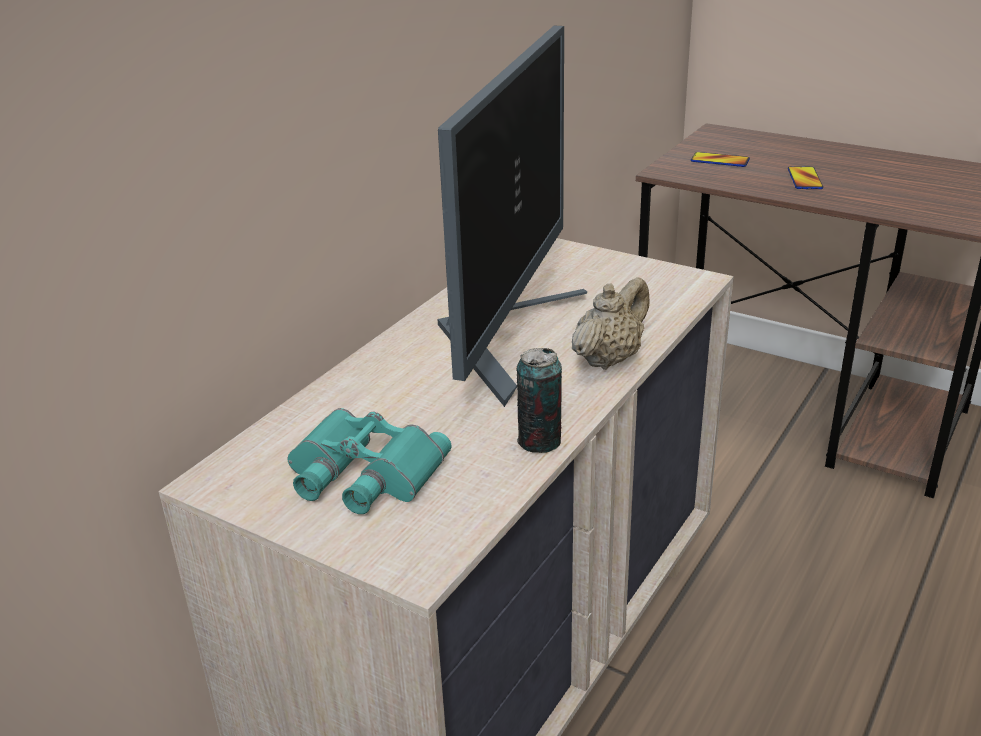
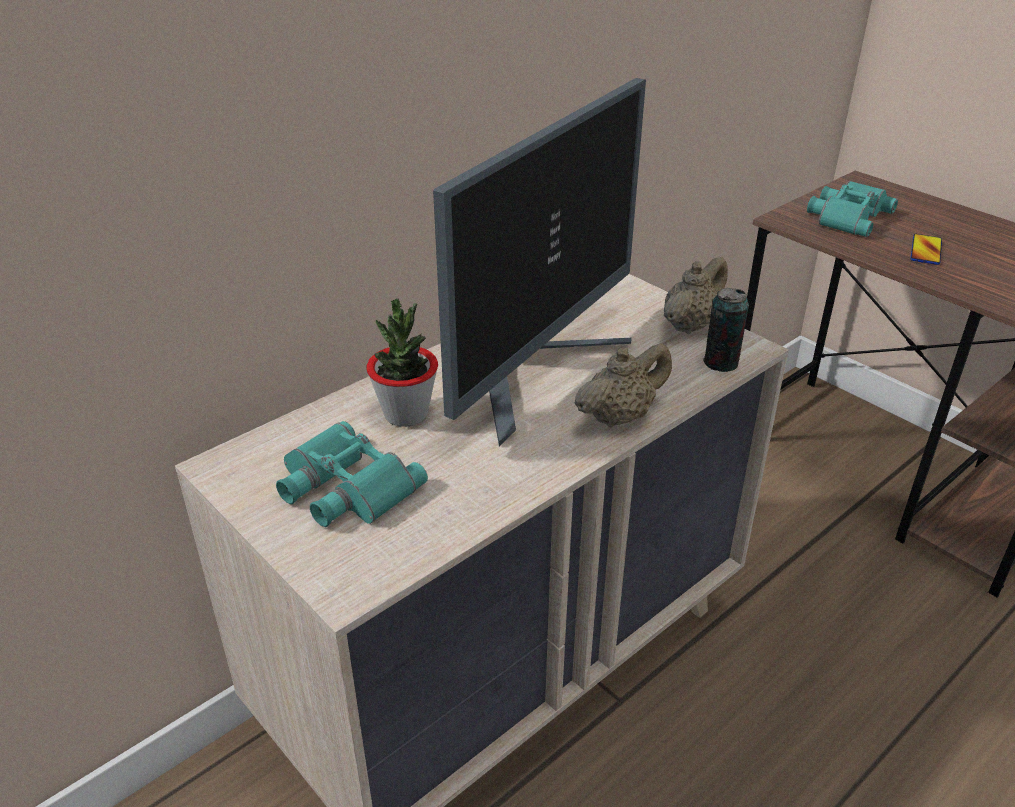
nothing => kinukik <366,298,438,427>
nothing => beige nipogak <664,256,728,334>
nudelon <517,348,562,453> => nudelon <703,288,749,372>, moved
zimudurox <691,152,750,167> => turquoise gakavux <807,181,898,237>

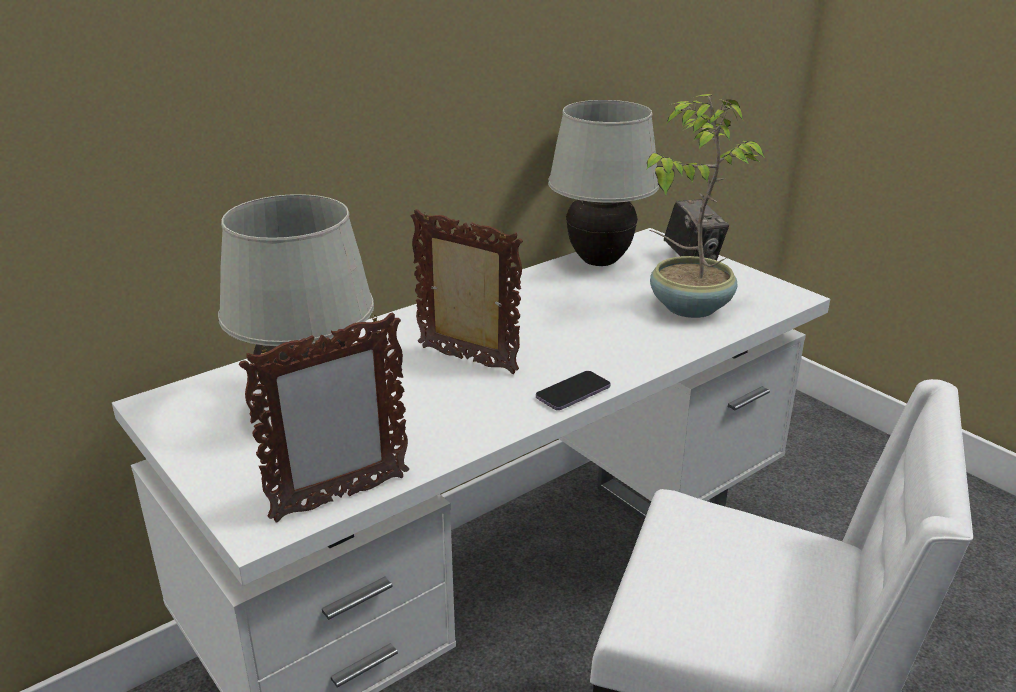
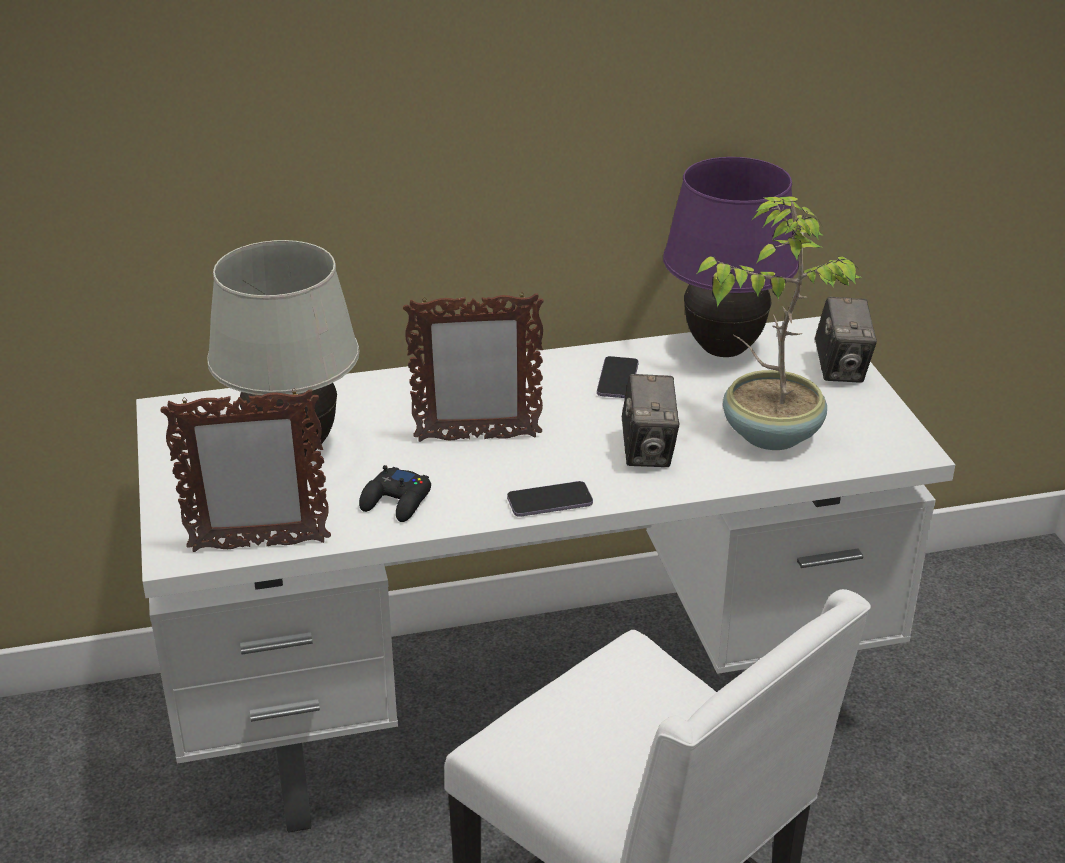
nothing => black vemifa <359,465,431,522>
nothing => zimudurox <597,356,639,398>
nothing => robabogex <622,374,680,467>
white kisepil <548,100,659,266> => purple kisepil <663,157,799,357>
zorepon <411,209,523,374> => zorepon <403,292,544,442>, 120 degrees clockwise

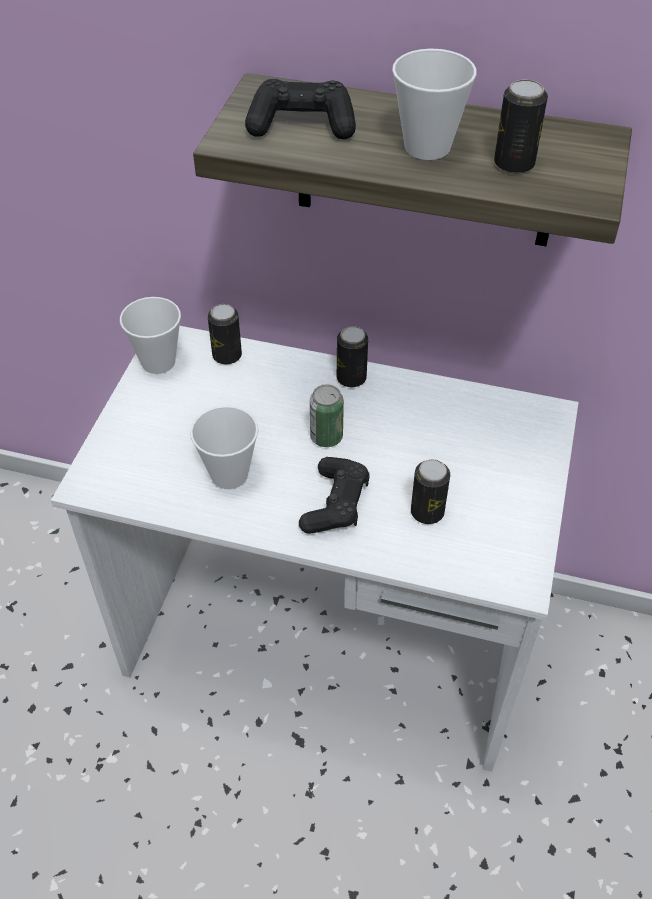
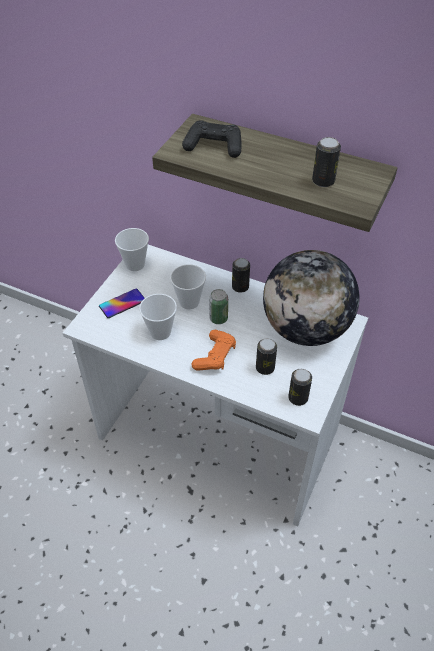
nothing => zimudurox <99,288,145,318>
nothing => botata <263,250,360,346>
nudelon <208,304,242,364> => nudelon <288,369,312,406>, moved
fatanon <392,48,477,160> => fatanon <170,264,206,310>, moved
black vemifa <299,457,370,534> => orange vemifa <192,330,236,370>

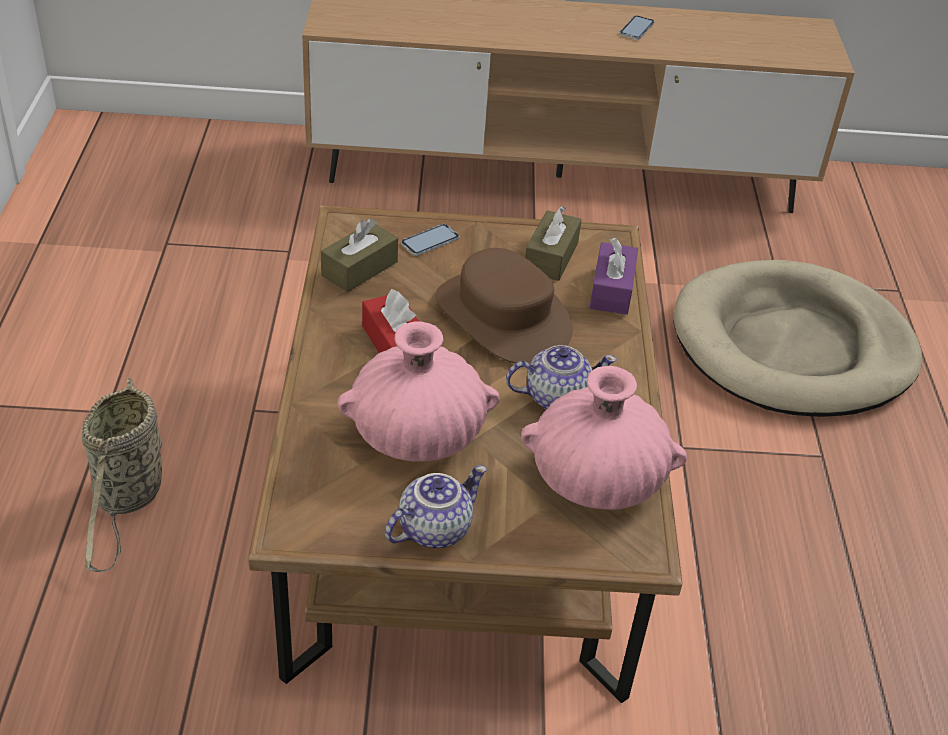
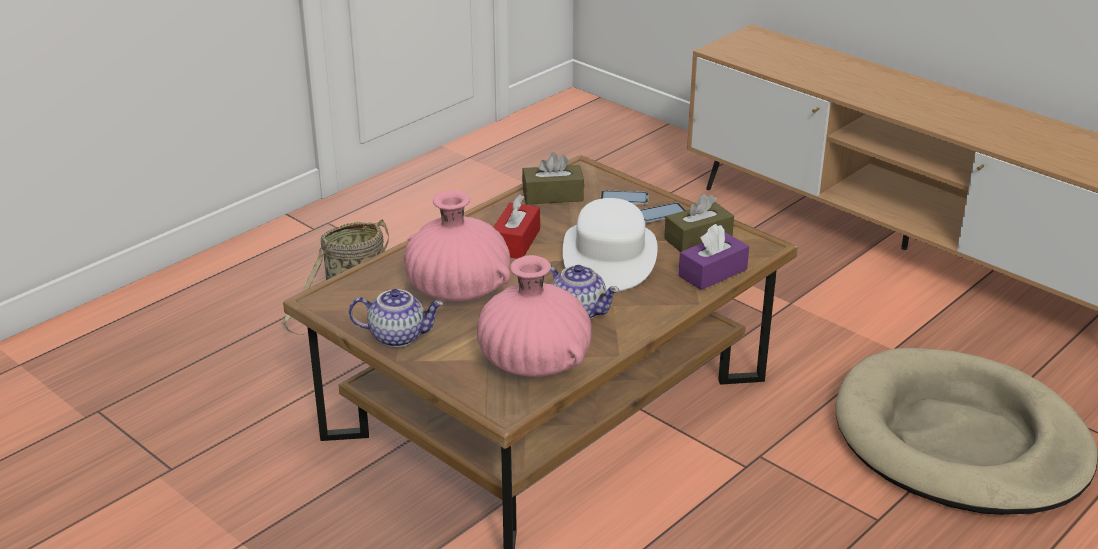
zimudurox <619,15,654,40> => zimudurox <640,202,686,223>, moved
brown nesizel <435,248,573,364> => white nesizel <563,198,658,291>

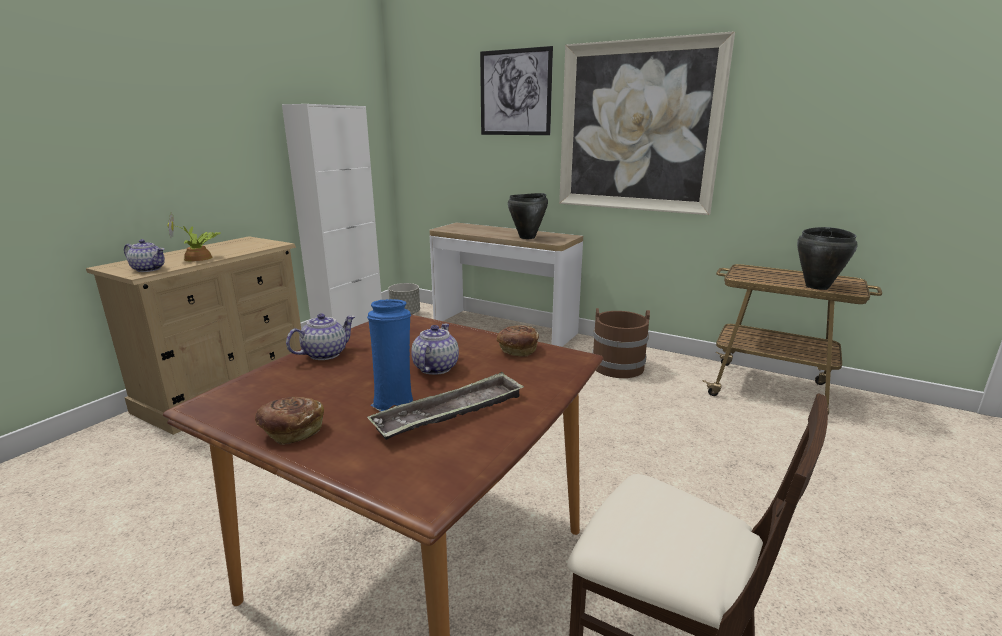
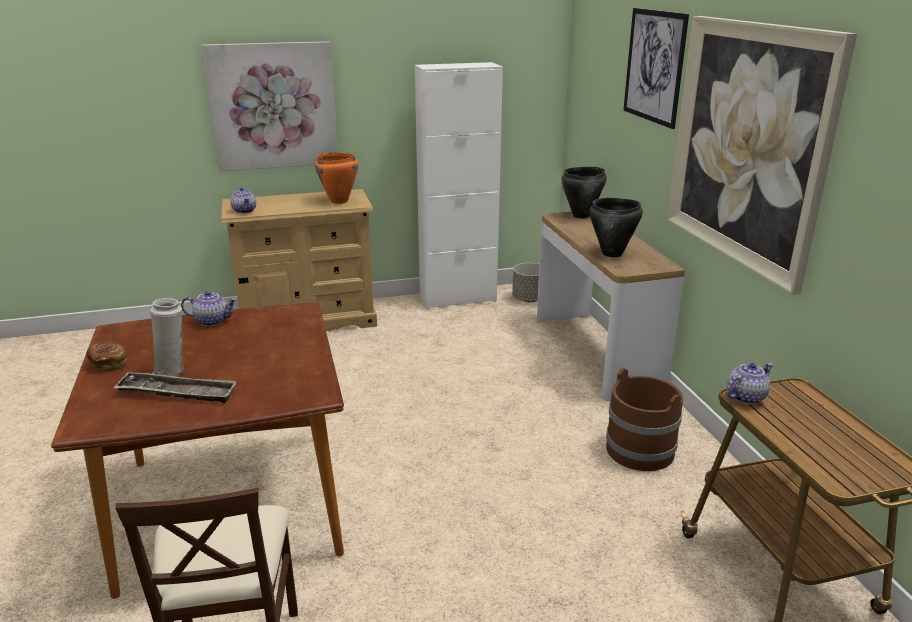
kinukik <167,214,220,261> => nothing
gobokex <497,325,539,357> => nothing
nothing => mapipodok <201,41,338,171>
nothing => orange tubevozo <315,152,359,204>
nipogak <411,324,459,375> => nipogak <726,363,773,404>, moved
black tubevozo <797,227,858,290> => black tubevozo <561,167,607,218>, moved
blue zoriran <367,299,413,411> => white zoriran <150,298,184,377>

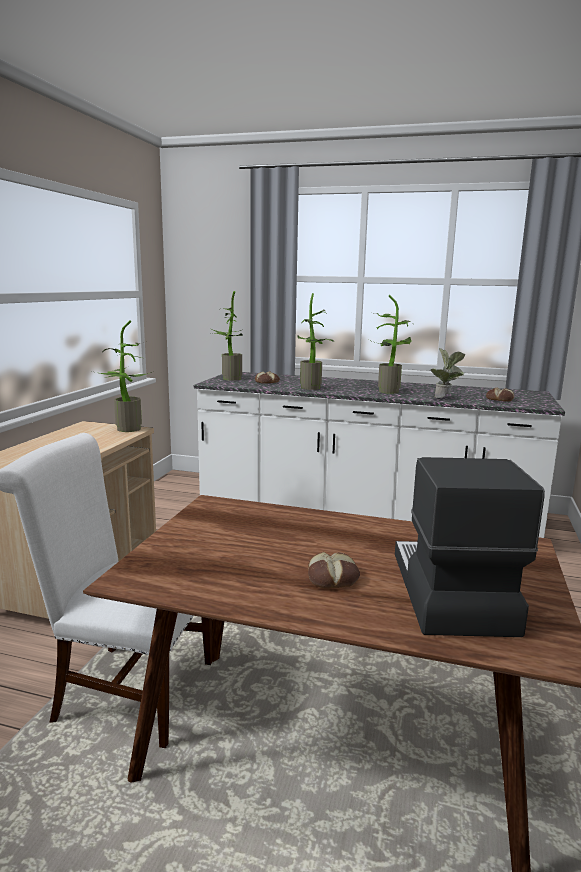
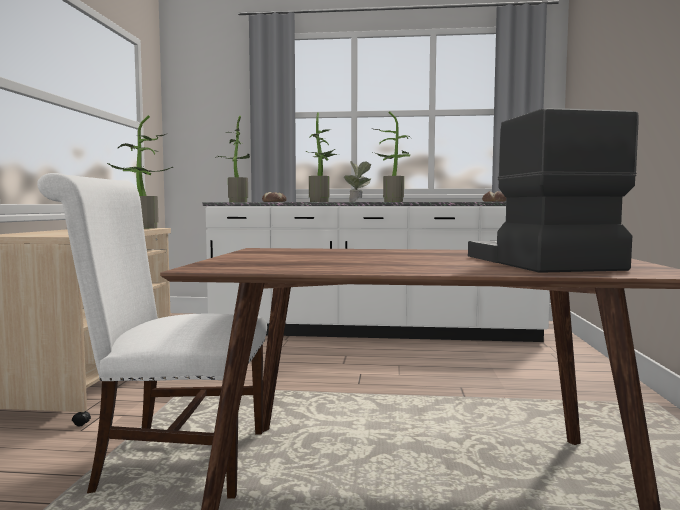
gobokex <308,552,360,589> => nothing
kinukik <431,348,466,398> => kinukik <344,161,371,202>, moved

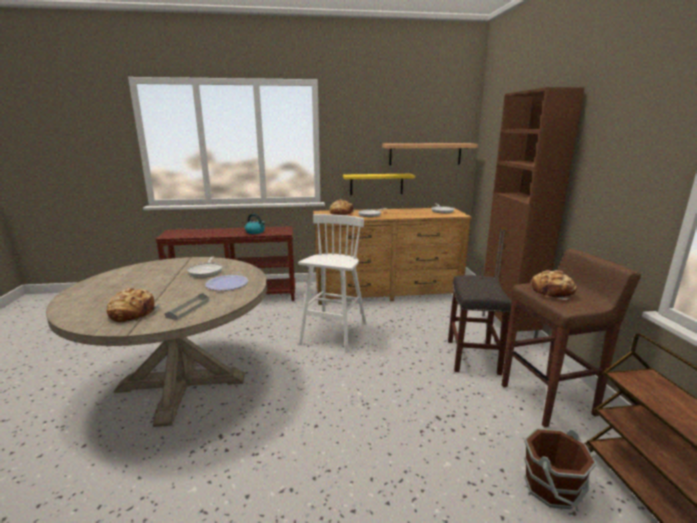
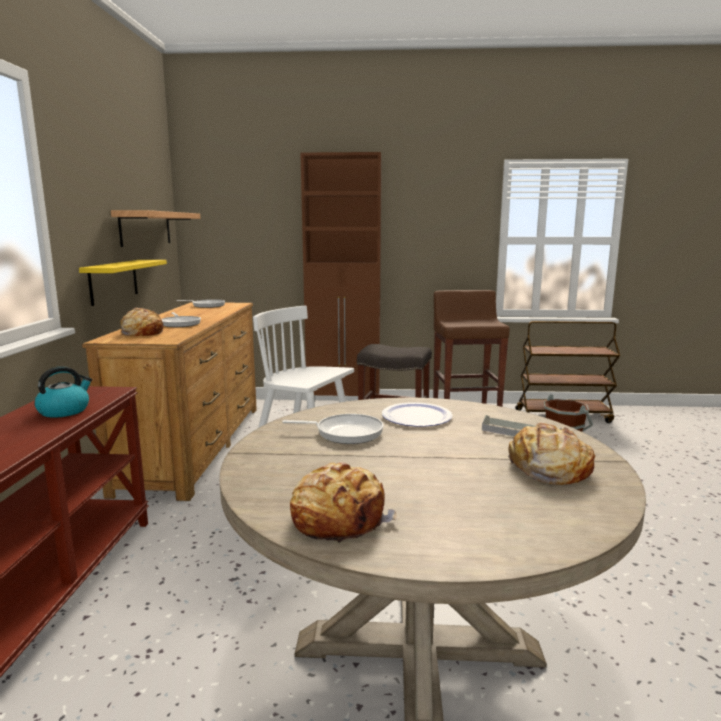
gobokex <530,270,577,300> => gobokex <290,462,400,543>, moved

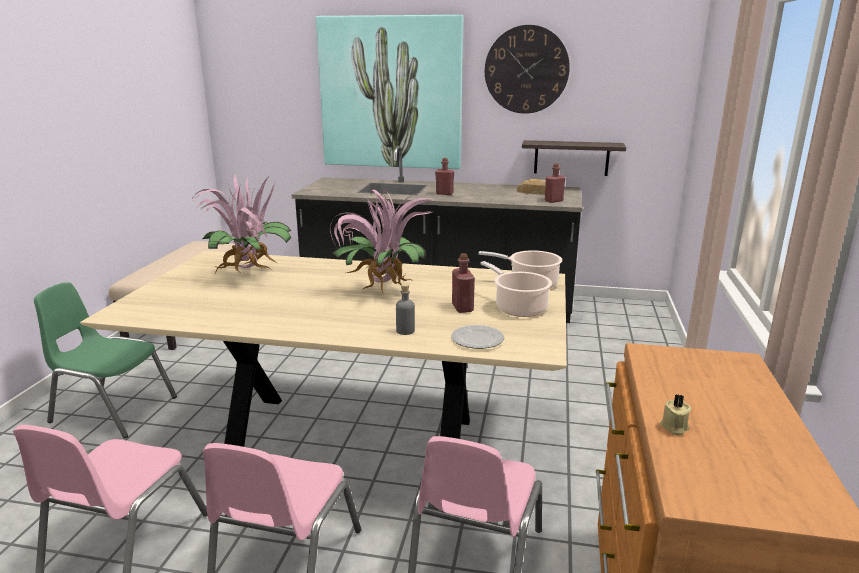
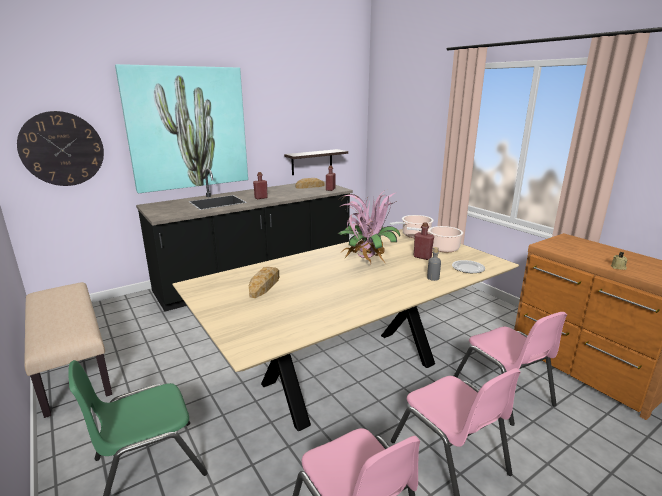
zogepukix <485,25,570,114> => zogepukix <17,111,104,186>, moved
kinukik <194,174,291,273> => gobokex <249,267,279,298>

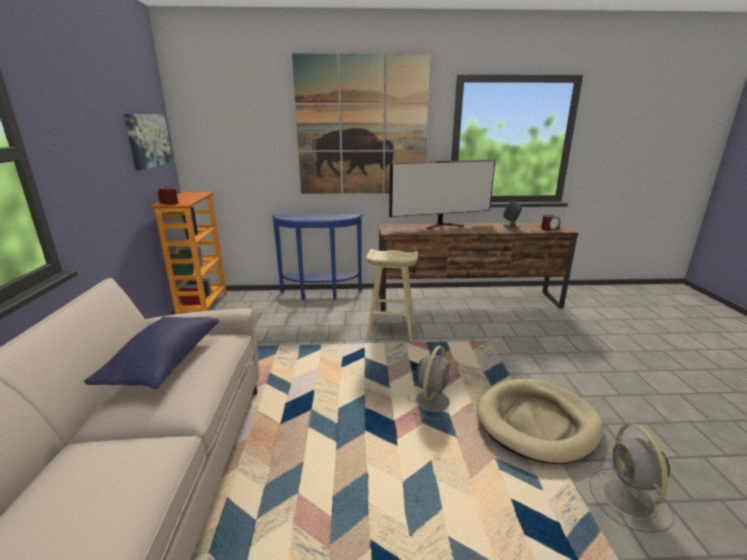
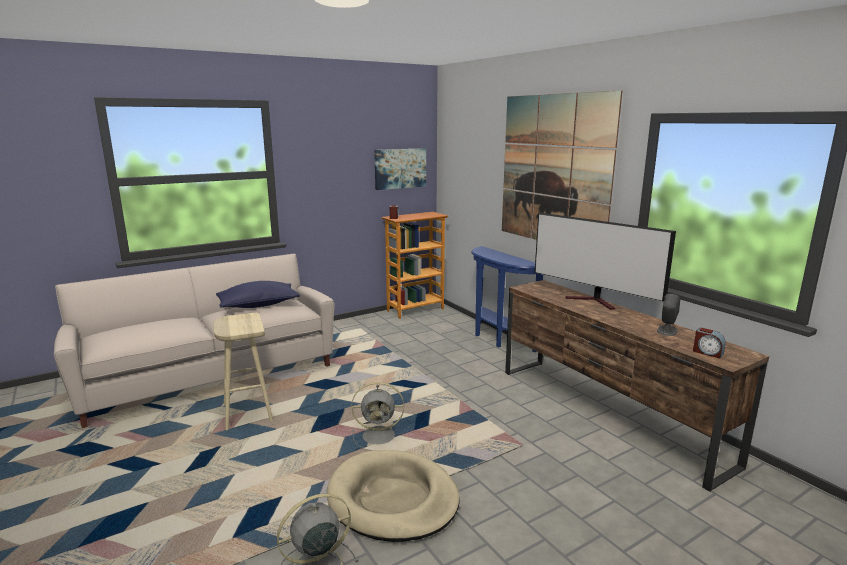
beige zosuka <366,249,418,342> => beige zosuka <213,313,273,430>, moved

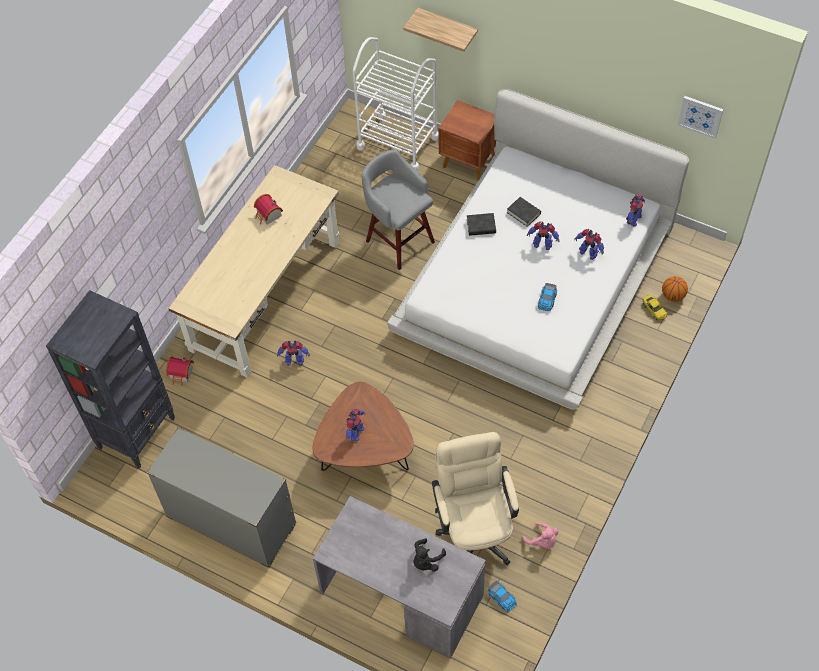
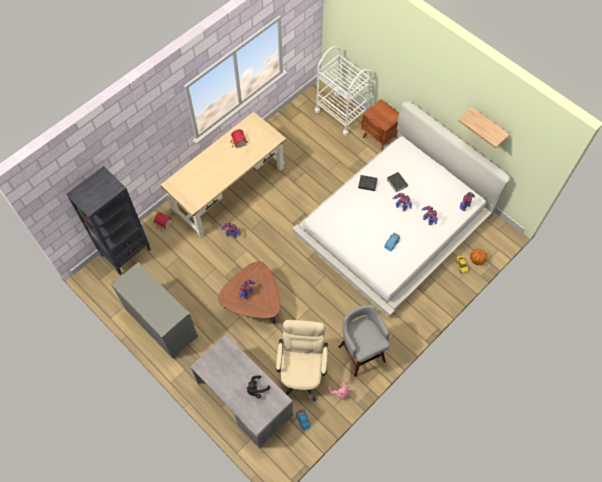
mapipodok <678,96,724,139> => nothing
grey zosuka <362,149,435,270> => grey zosuka <339,305,390,377>, moved
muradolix <403,8,478,52> => muradolix <458,107,510,148>, moved

